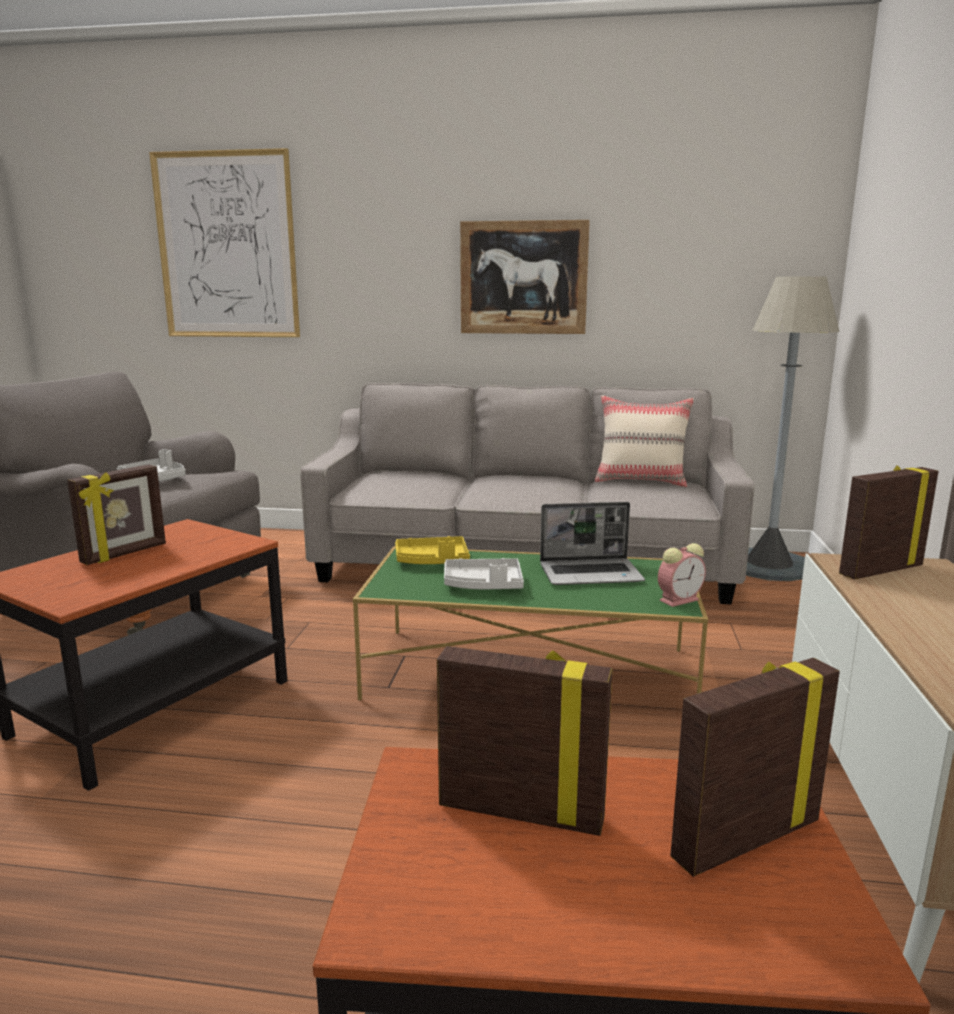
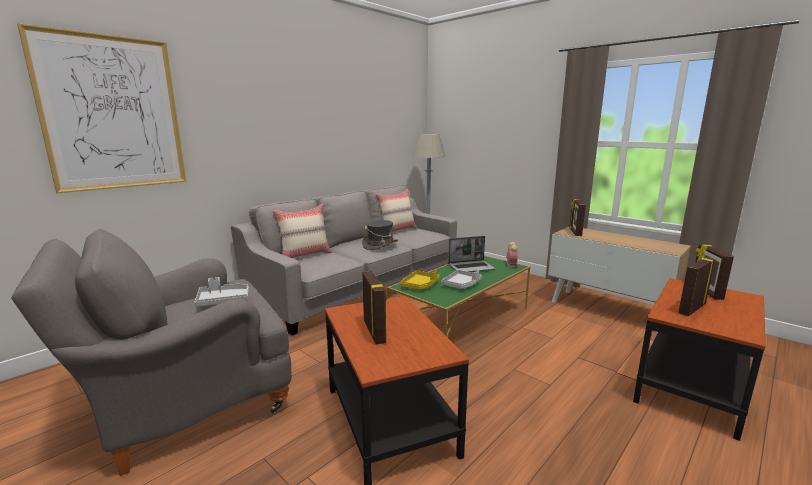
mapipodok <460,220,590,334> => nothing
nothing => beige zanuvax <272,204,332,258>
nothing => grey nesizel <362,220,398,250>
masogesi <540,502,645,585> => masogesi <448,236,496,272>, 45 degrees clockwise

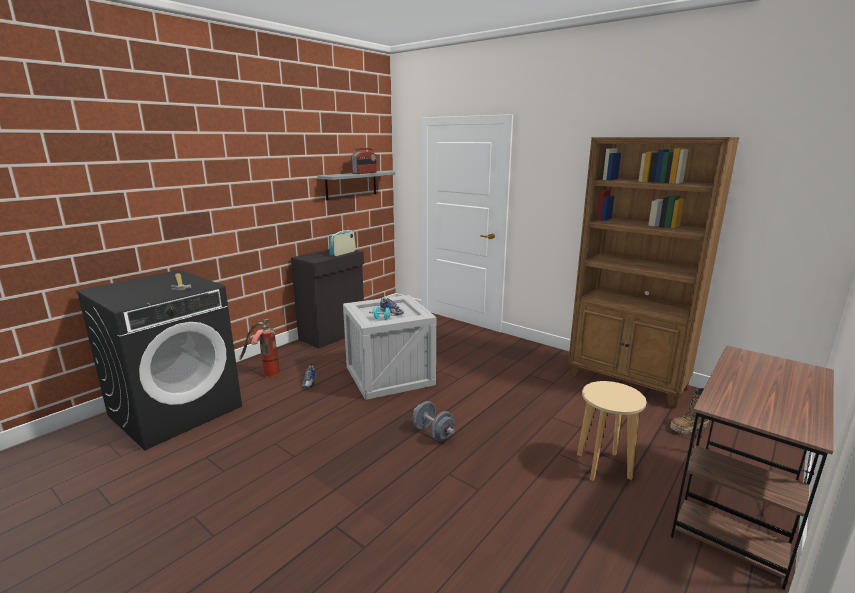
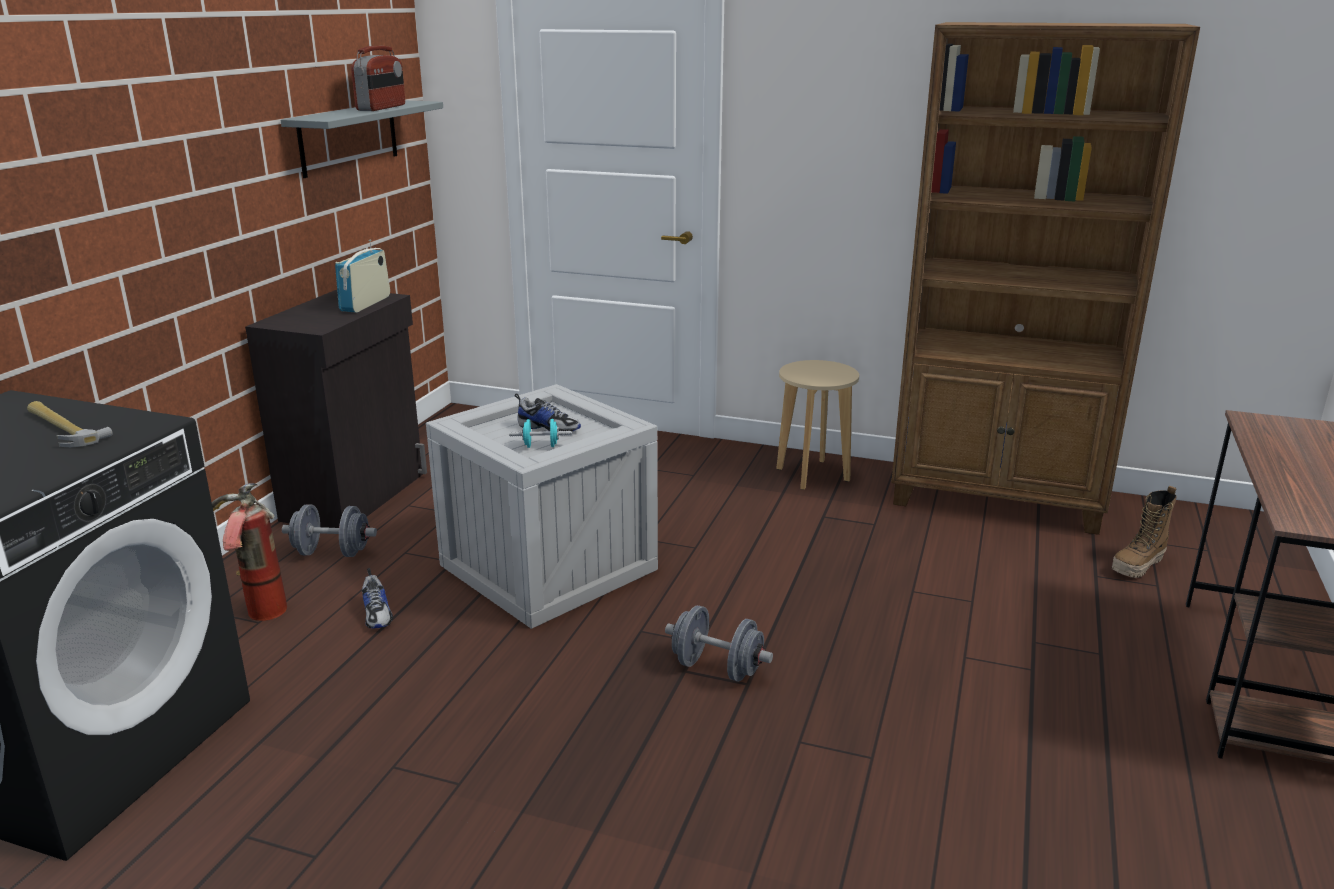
nothing => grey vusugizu <282,504,377,557>
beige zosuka <577,381,646,481> => beige zosuka <776,360,859,490>, moved

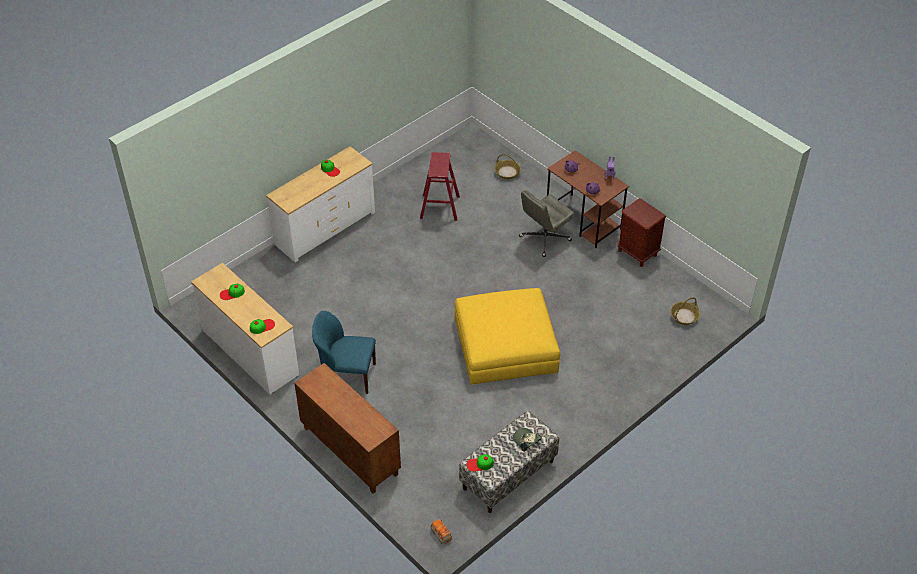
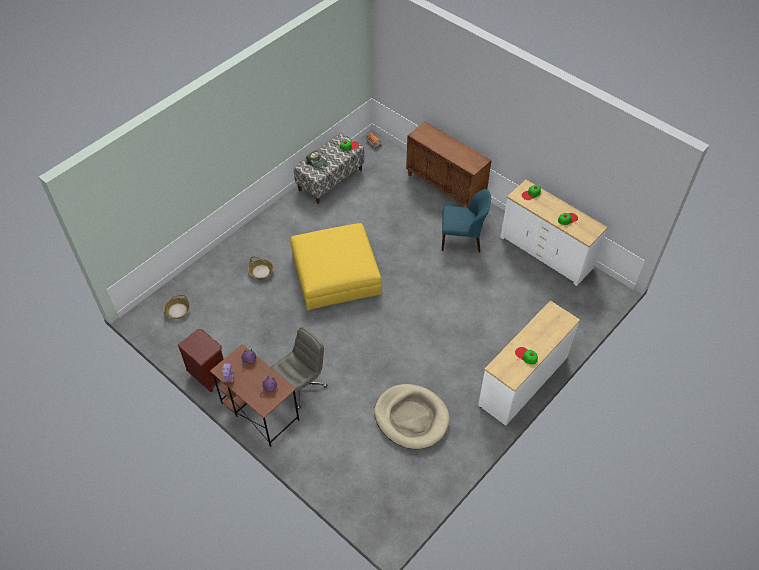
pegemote <494,154,521,179> => pegemote <248,256,274,279>, moved
red zosuka <420,152,460,221> => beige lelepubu <374,384,450,449>

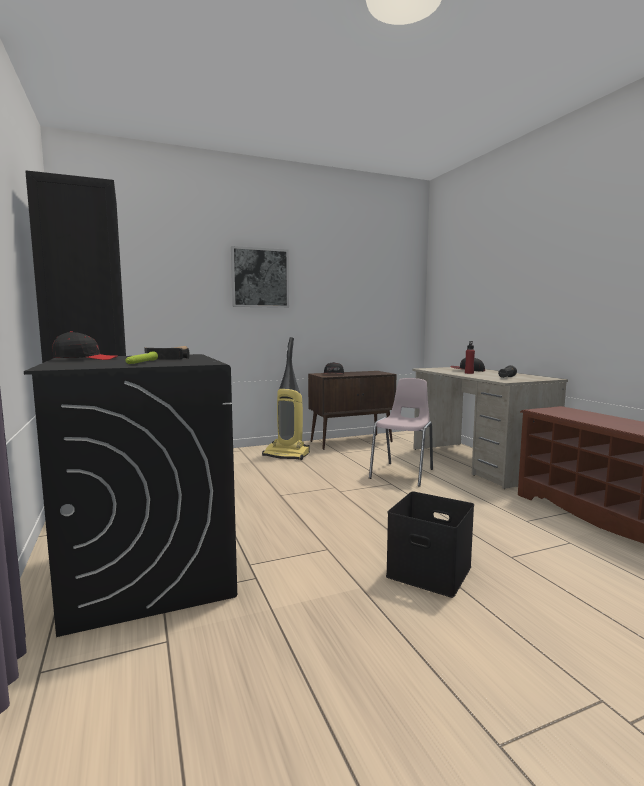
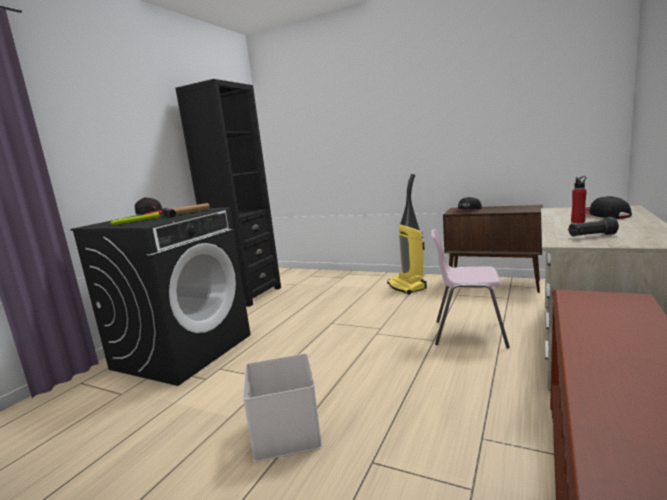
mapipodok <231,246,289,308> => nothing
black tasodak <386,491,474,598> => white tasodak <243,353,322,462>
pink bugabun <369,378,433,487> => pink bugabun <432,229,510,348>, 150 degrees counterclockwise

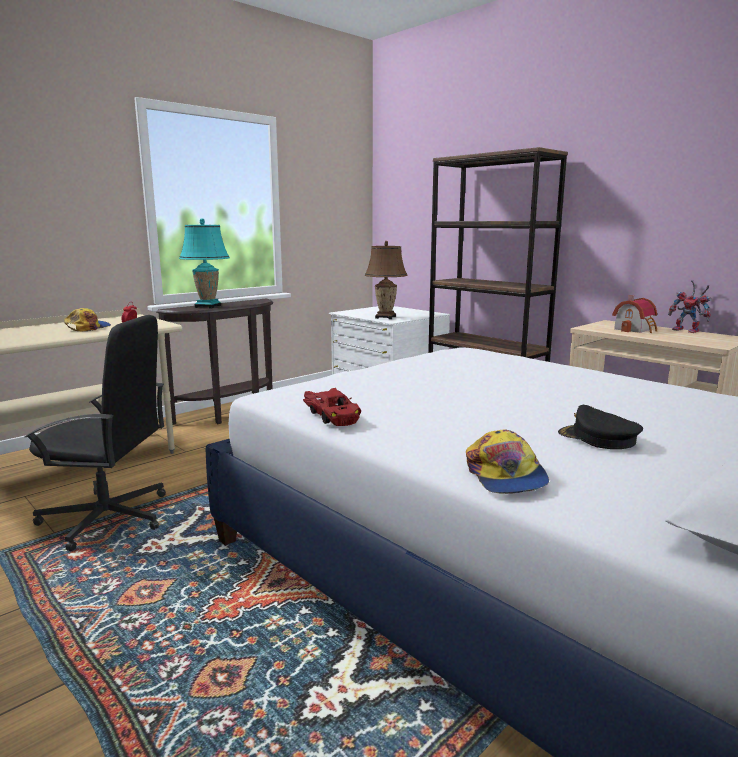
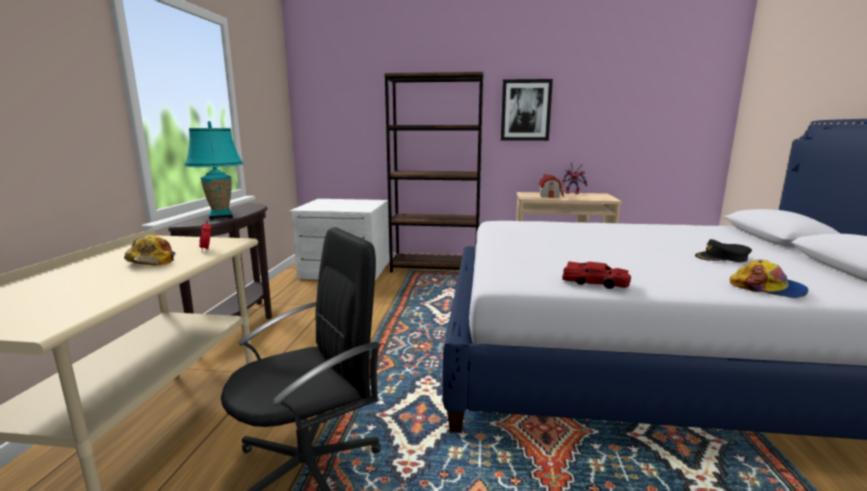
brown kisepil <365,241,407,319> => nothing
nothing => mapipodok <501,79,553,141>

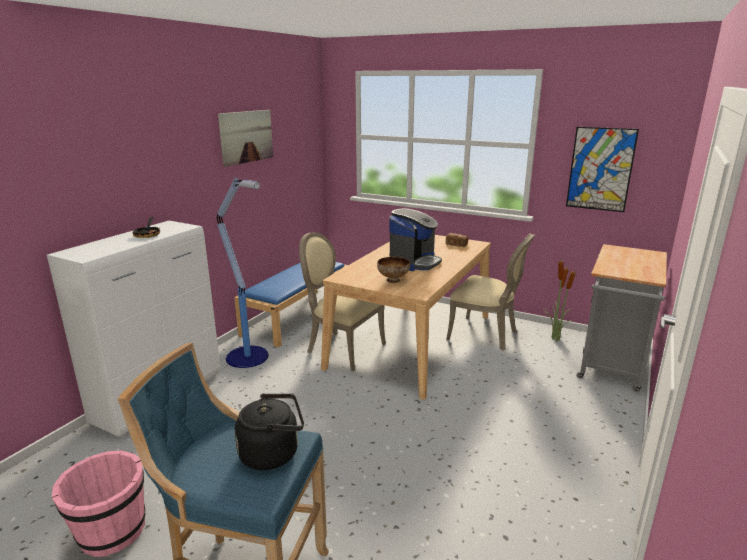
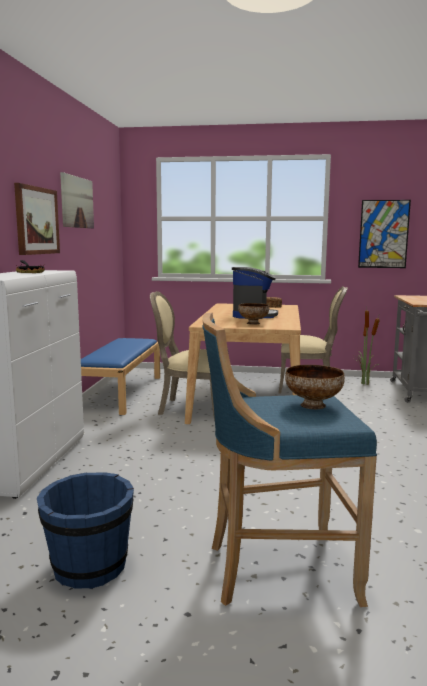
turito <217,177,269,368> => nothing
nothing => mapipodok <14,183,60,255>
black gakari <235,394,304,470> => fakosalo <285,365,345,409>
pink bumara <52,450,145,557> => blue bumara <37,472,134,589>

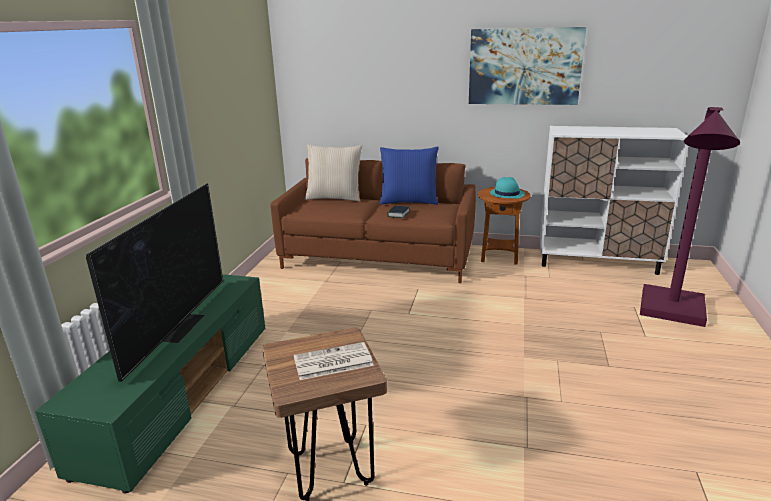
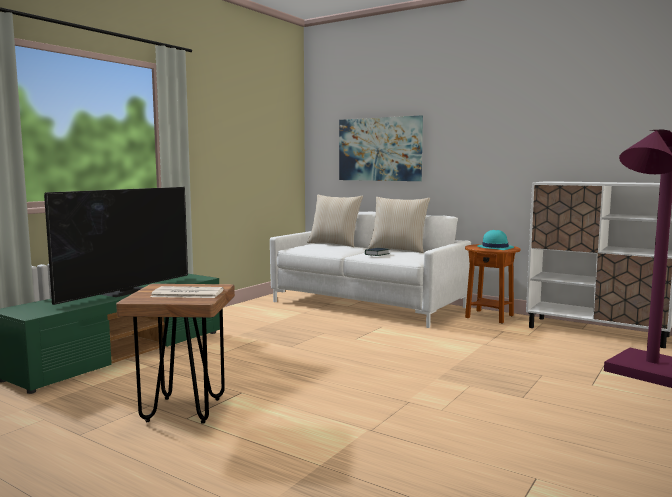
mapipodok <469,27,586,105> => mapipodok <339,115,423,181>, moved
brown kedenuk <270,158,476,283> => white kedenuk <270,212,471,328>
blue zanuvax <379,146,439,205> => beige zanuvax <368,197,430,253>

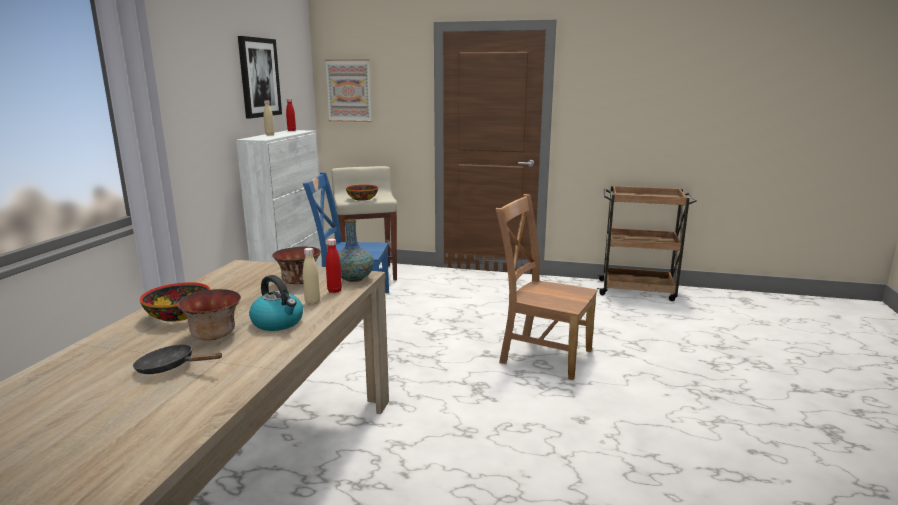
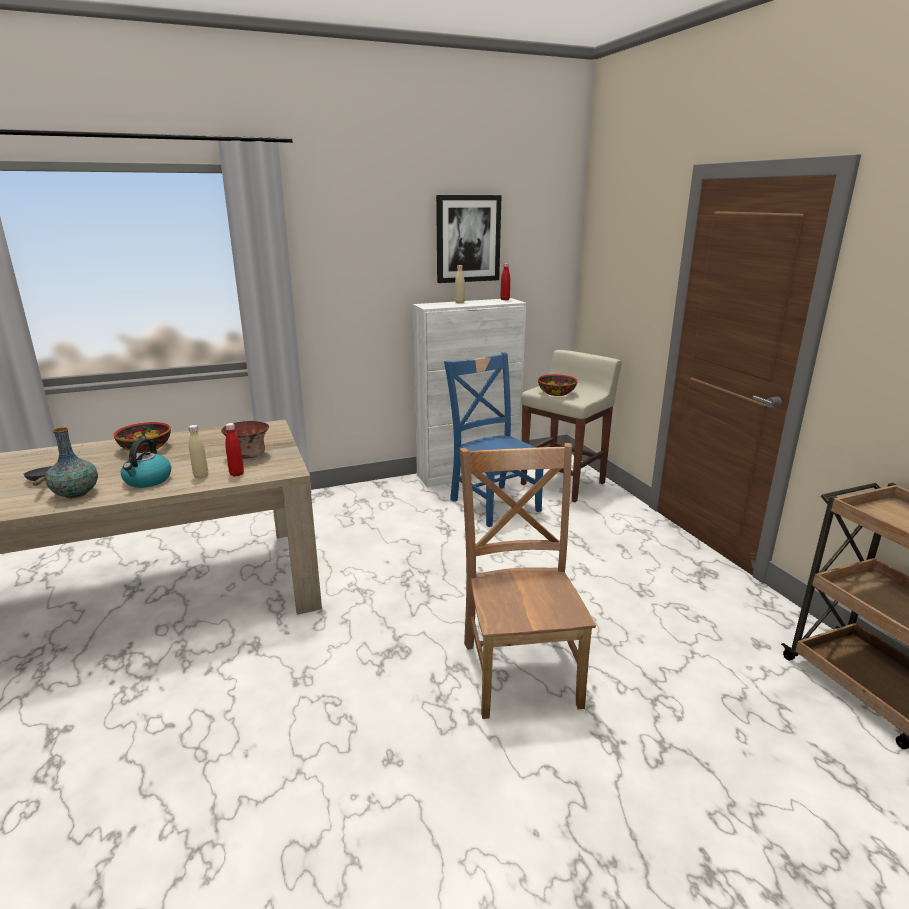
fakosalo <177,289,241,341> => nothing
mapipodok <325,59,372,122> => nothing
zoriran <338,219,374,282> => zoriran <45,427,98,498>, moved

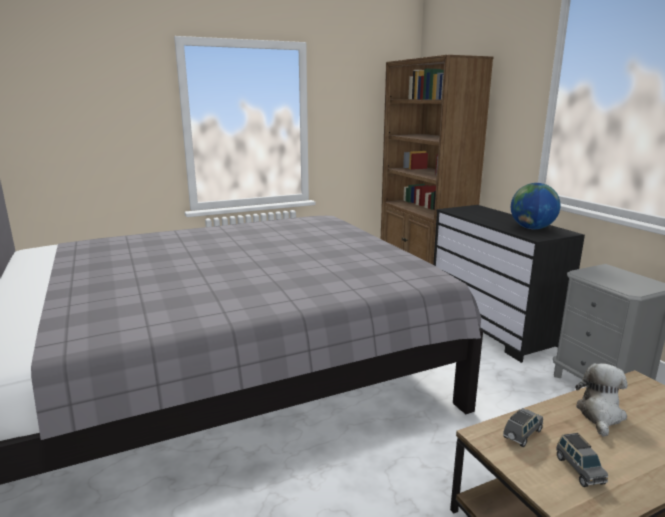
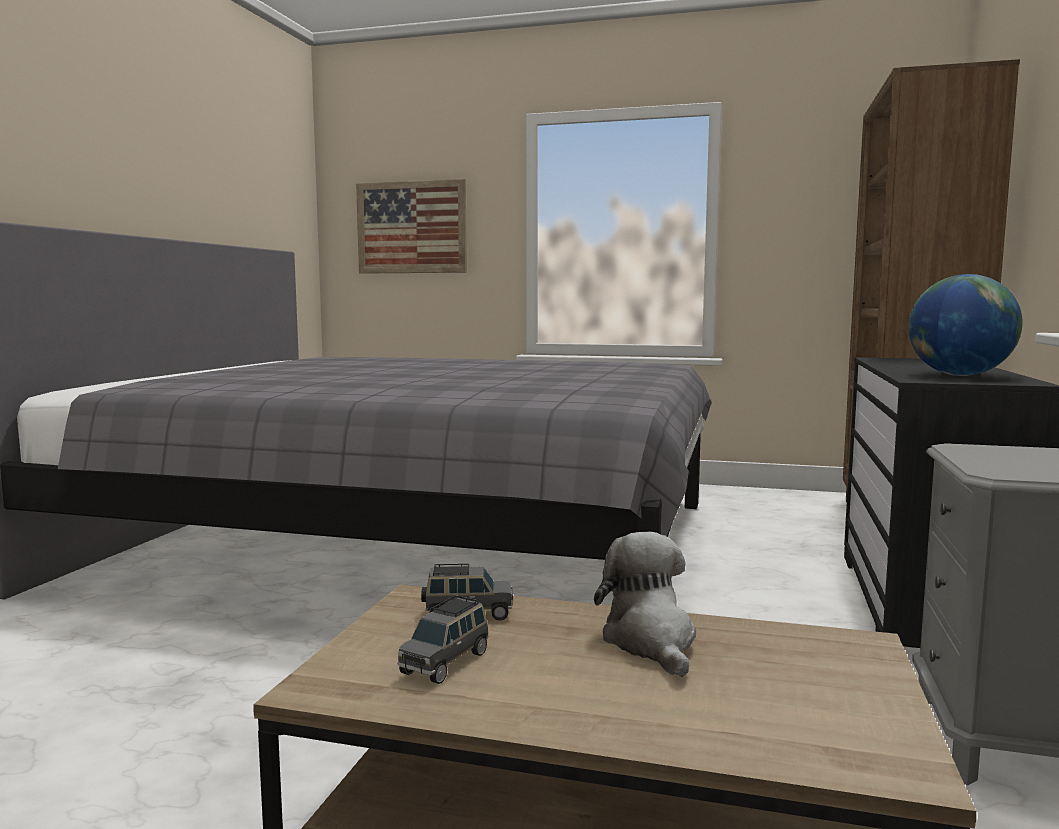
nothing => mapipodok <356,179,467,274>
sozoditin <575,363,628,437> => sozoditin <594,532,696,677>, 75 degrees counterclockwise

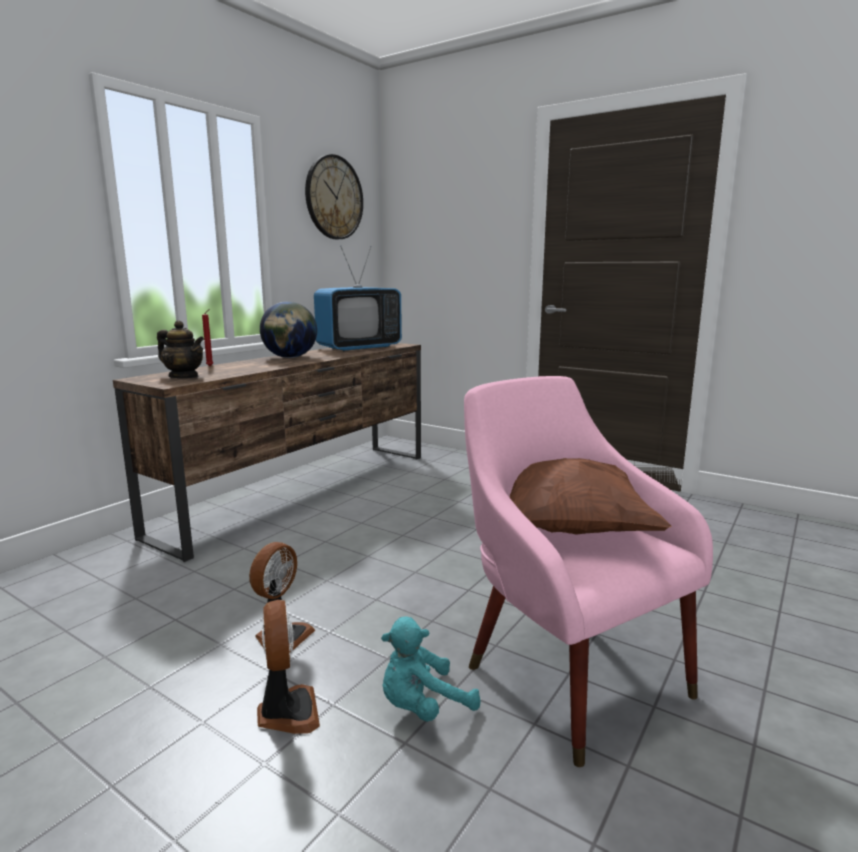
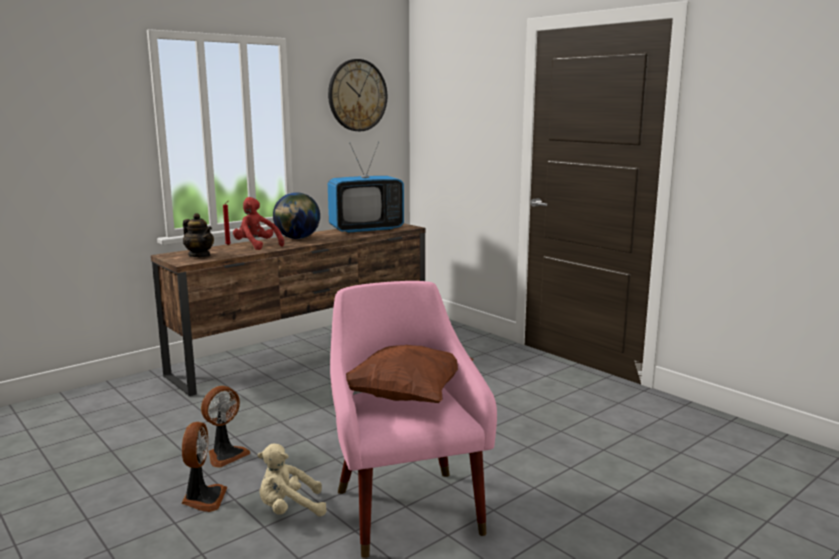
nothing => red sozoditin <233,197,284,250>
turquoise sozoditin <381,616,481,722> => beige sozoditin <257,444,326,516>

